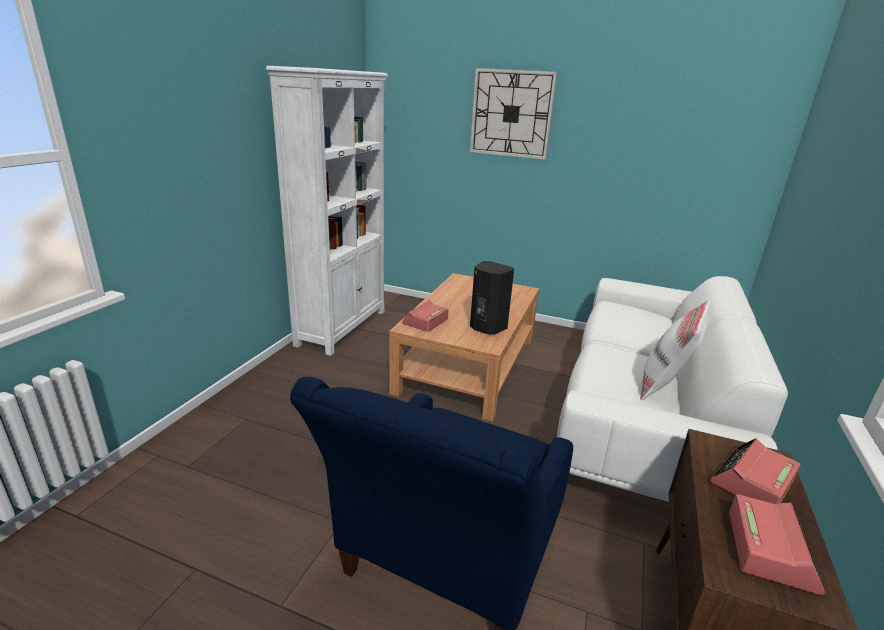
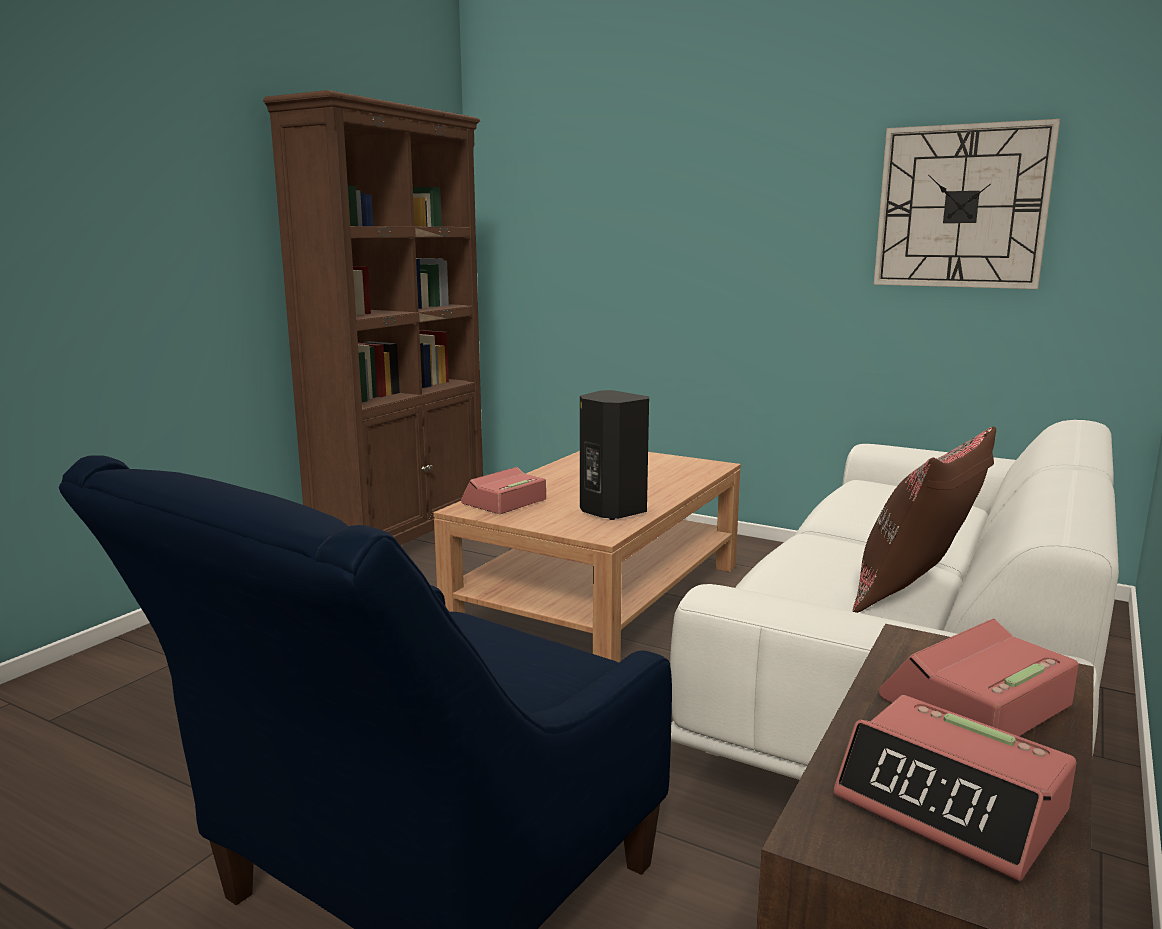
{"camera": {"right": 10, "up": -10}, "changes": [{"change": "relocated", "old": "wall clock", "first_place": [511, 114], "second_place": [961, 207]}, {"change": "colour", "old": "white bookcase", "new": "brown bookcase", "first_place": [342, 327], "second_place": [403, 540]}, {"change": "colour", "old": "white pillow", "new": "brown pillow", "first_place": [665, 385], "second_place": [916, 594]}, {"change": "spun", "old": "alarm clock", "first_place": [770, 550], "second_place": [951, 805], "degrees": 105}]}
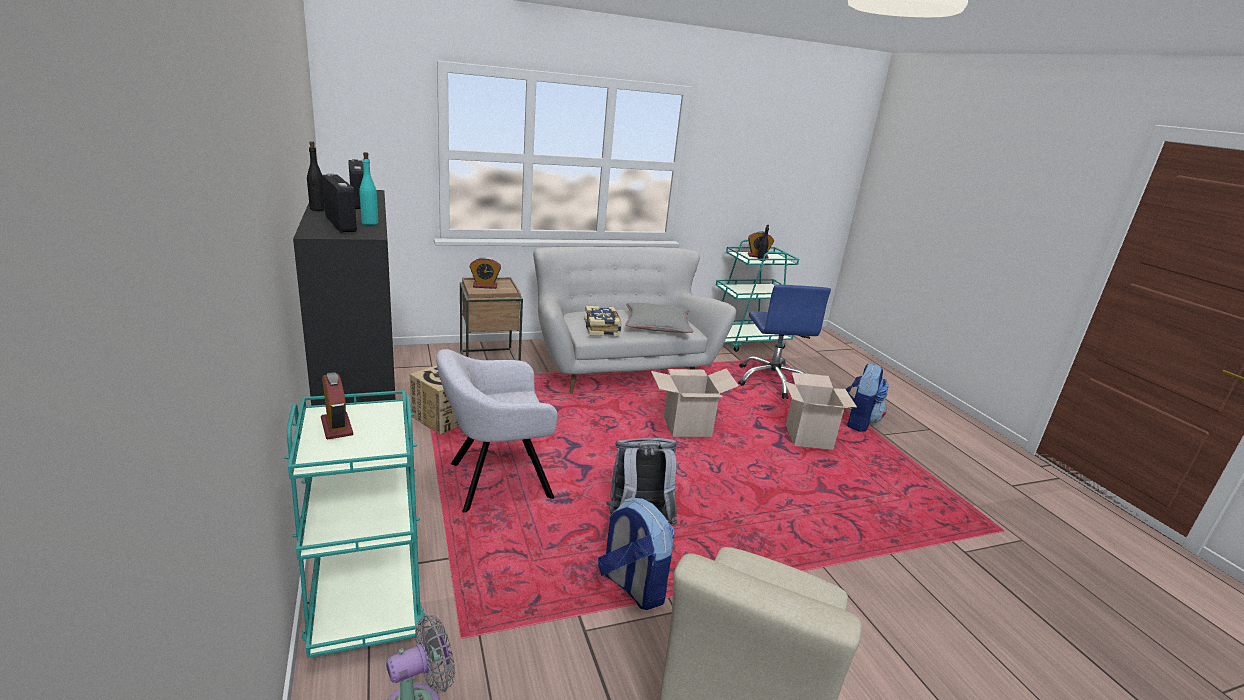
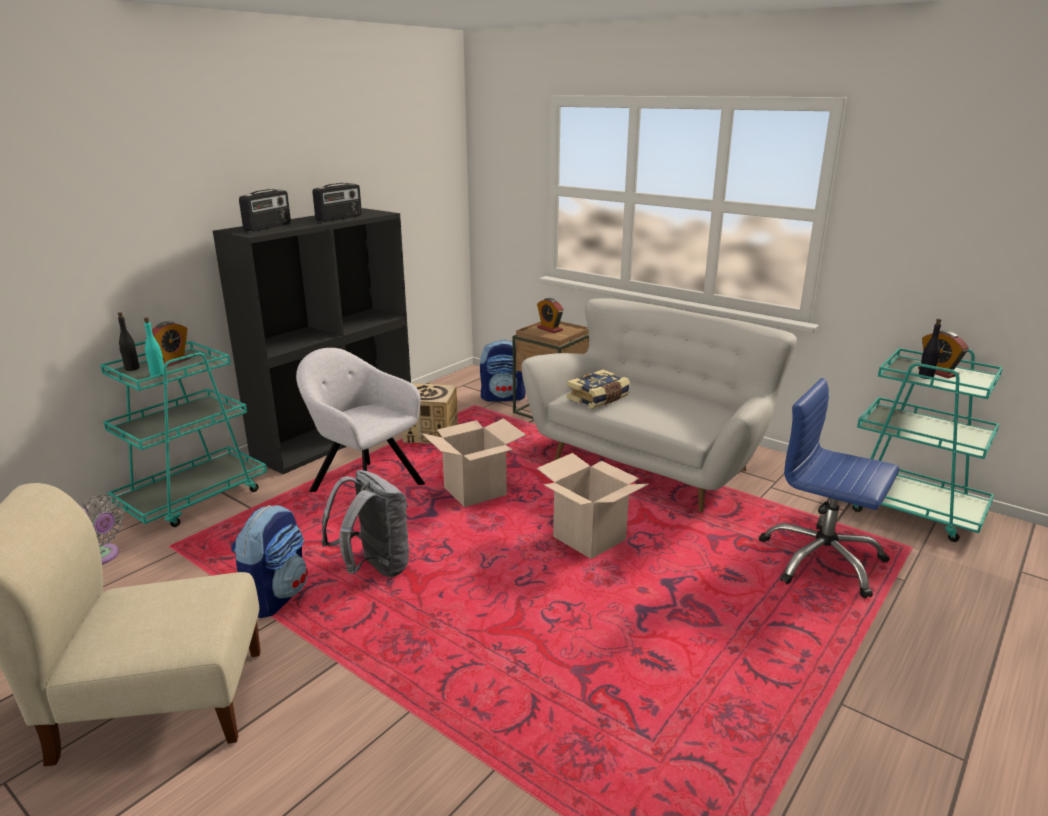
{"camera": {"right": 60, "up": 0}, "changes": [{"change": "missing", "old": "grey pillow", "first_place": [657, 325]}, {"change": "relocated", "old": "black bottle", "first_place": [318, 209], "second_place": [132, 368]}, {"change": "relocated", "old": "turquoise bottle", "first_place": [370, 223], "second_place": [158, 375]}, {"change": "relocated", "old": "cardboard box", "first_place": [808, 438], "second_place": [475, 492]}, {"change": "relocated", "old": "backpack", "first_place": [858, 421], "second_place": [503, 397]}, {"change": "spun", "old": "blue office chair", "first_place": [772, 381], "second_place": [821, 561], "degrees": 75}]}
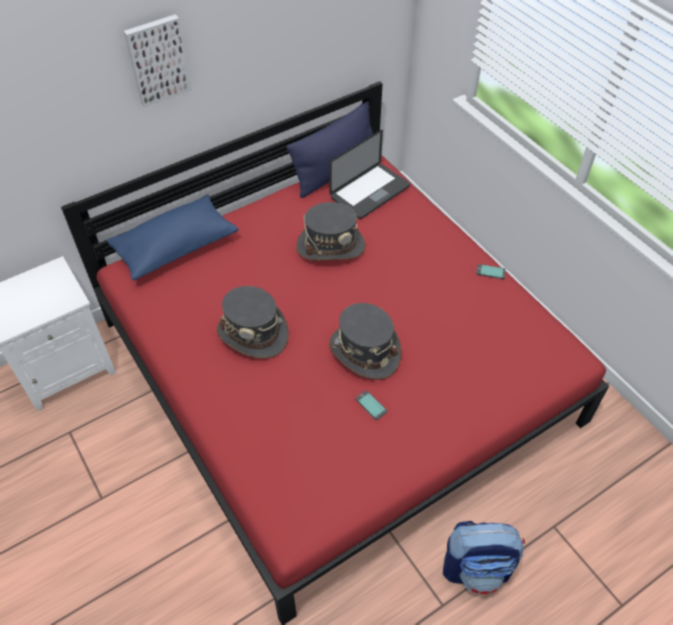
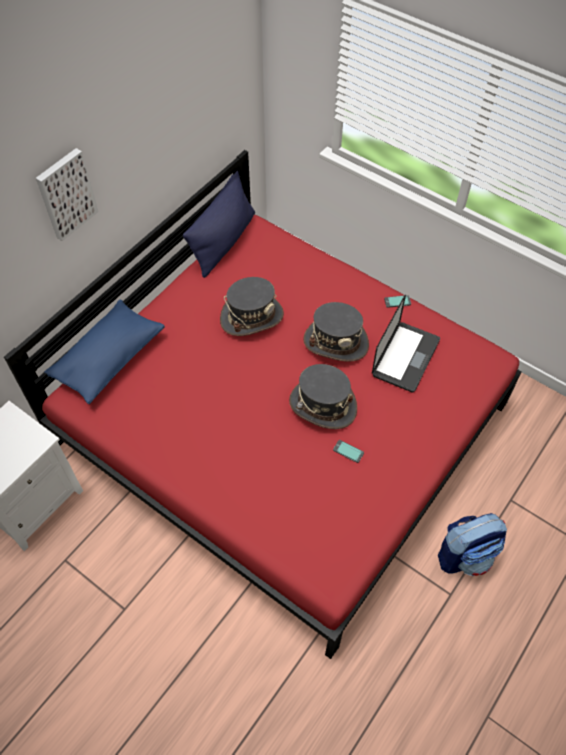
{"camera": {"right": -20, "up": 5}, "changes": [{"change": "relocated", "old": "grey hat", "first_place": [253, 333], "second_place": [336, 342]}, {"change": "relocated", "old": "laptop", "first_place": [370, 192], "second_place": [405, 357]}]}
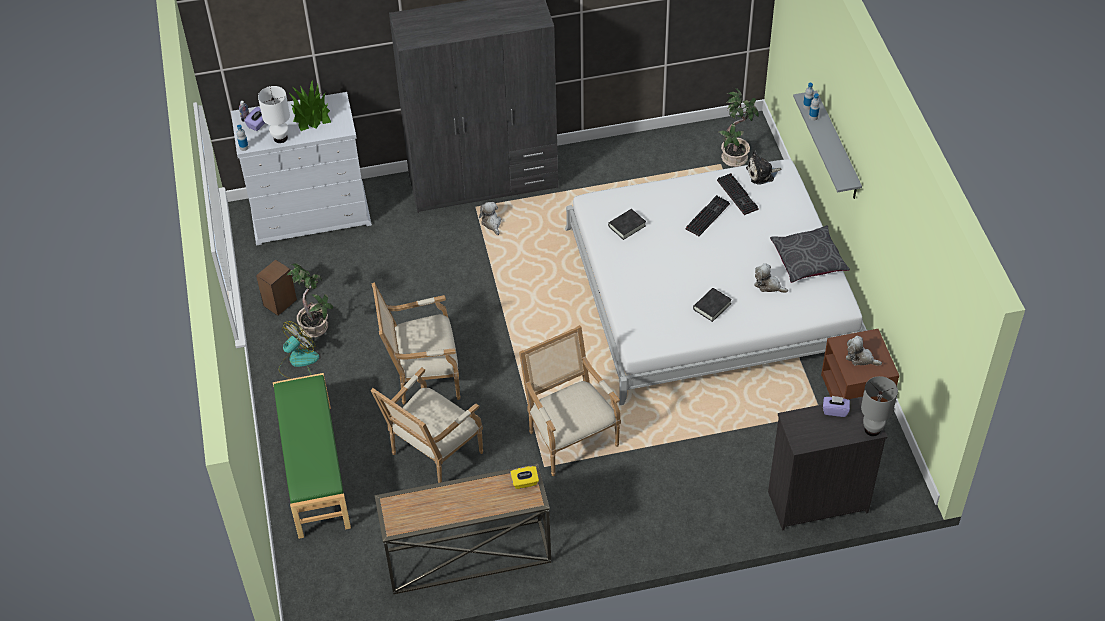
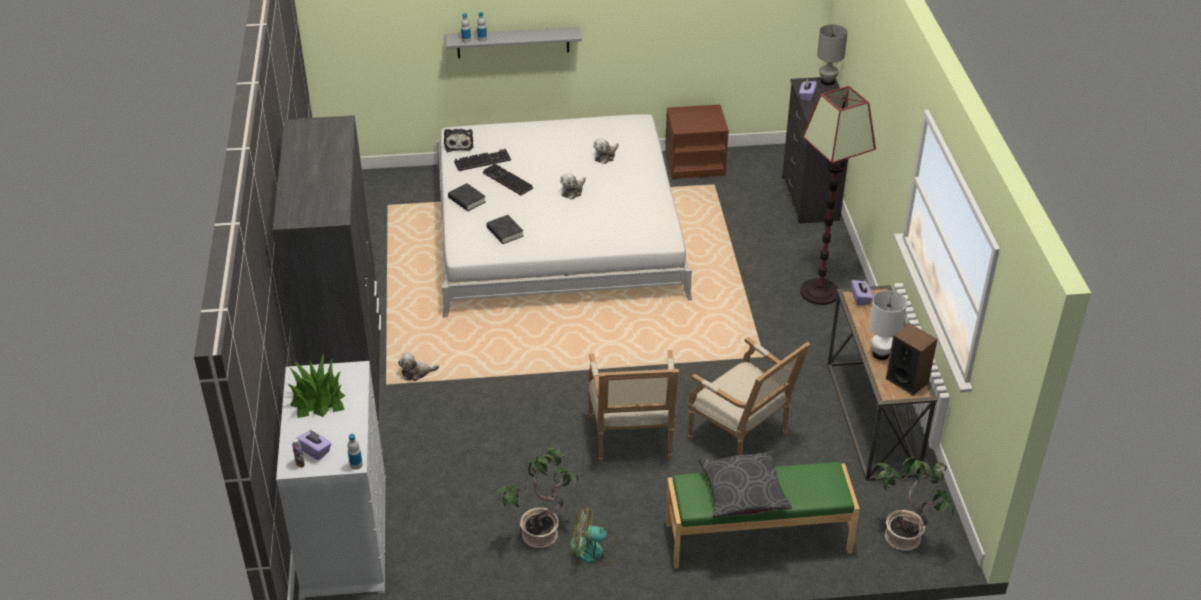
{"camera": {"right": -85, "up": -10}, "changes": [{"change": "missing", "old": "armchair", "first_place": [569, 437]}, {"change": "appeared", "new": "floor lamp", "second_place": [819, 292]}, {"change": "relocated", "old": "speaker", "first_place": [280, 302], "second_place": [907, 380]}, {"change": "relocated", "old": "white table lamp", "first_place": [280, 138], "second_place": [880, 354]}, {"change": "relocated", "old": "black book", "first_place": [712, 306], "second_place": [467, 200]}, {"change": "relocated", "old": "potted plant", "first_place": [735, 158], "second_place": [904, 536]}, {"change": "relocated", "old": "grey pillow", "first_place": [808, 260], "second_place": [743, 491]}, {"change": "relocated", "old": "plush toy", "first_place": [860, 358], "second_place": [573, 191]}, {"change": "colour", "old": "yellow tissue box", "new": "purple tissue box", "first_place": [525, 482], "second_place": [860, 298]}, {"change": "spun", "old": "fan", "first_place": [298, 362], "second_place": [594, 550], "degrees": -45}]}
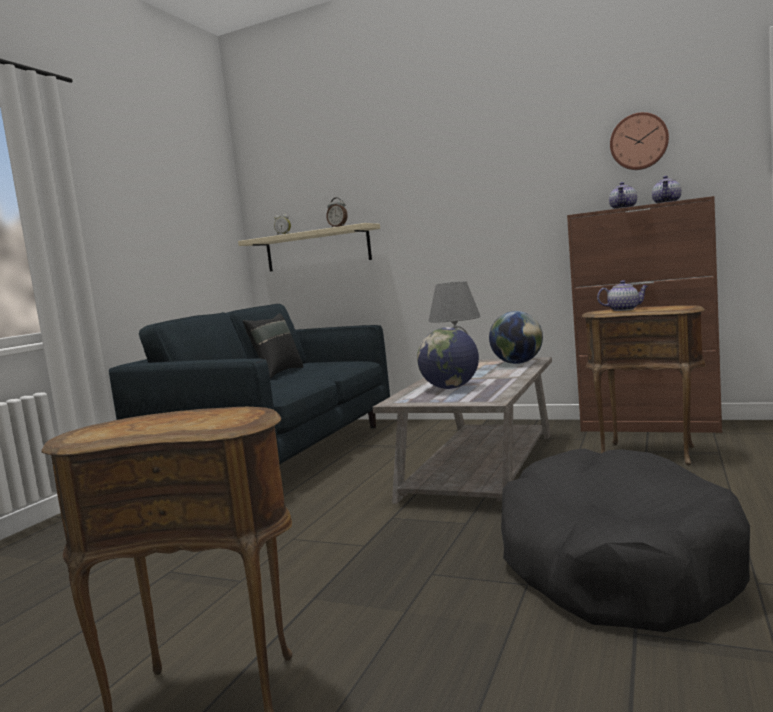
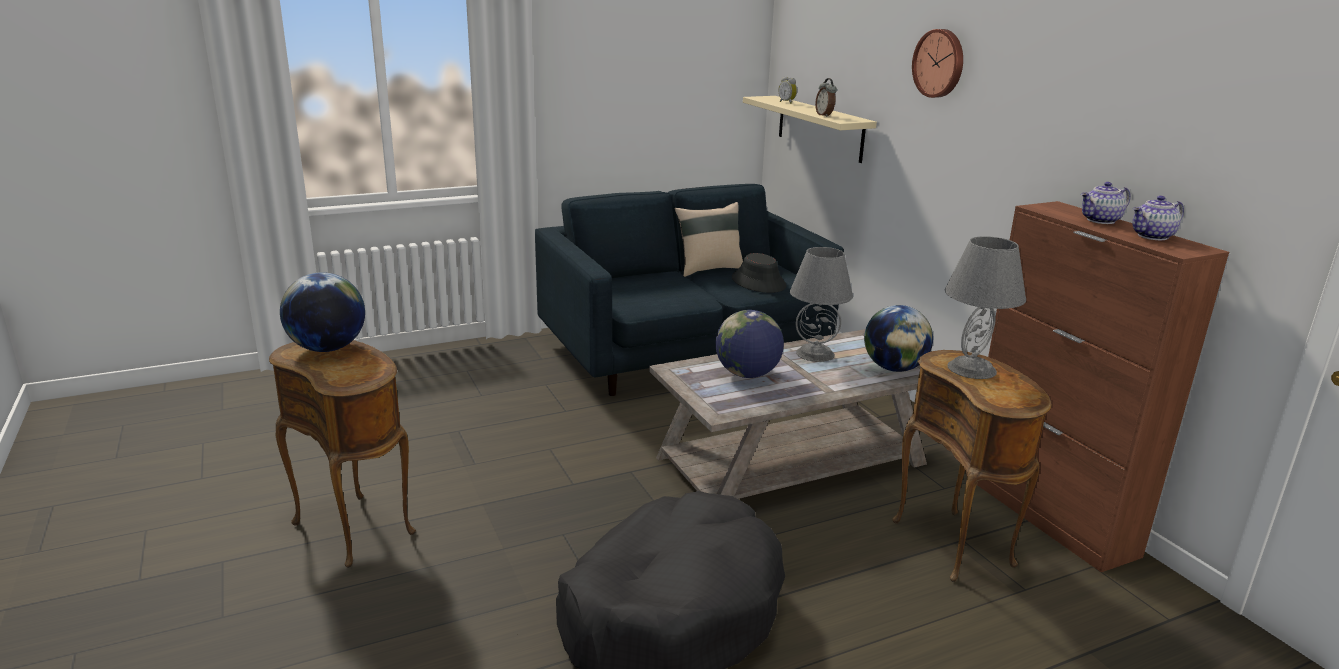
{"camera": {"right": 40, "up": 15}, "changes": [{"change": "appeared", "new": "globe", "second_place": [328, 348]}, {"change": "appeared", "new": "black hat", "second_place": [758, 282]}, {"change": "relocated", "old": "wall clock", "first_place": [639, 142], "second_place": [940, 63]}, {"change": "exchanged", "old": "teapot", "new": "grey table lamp", "first_place": [623, 309], "second_place": [971, 368]}, {"change": "colour", "old": "black pillow", "new": "beige pillow", "first_place": [277, 373], "second_place": [708, 269]}]}
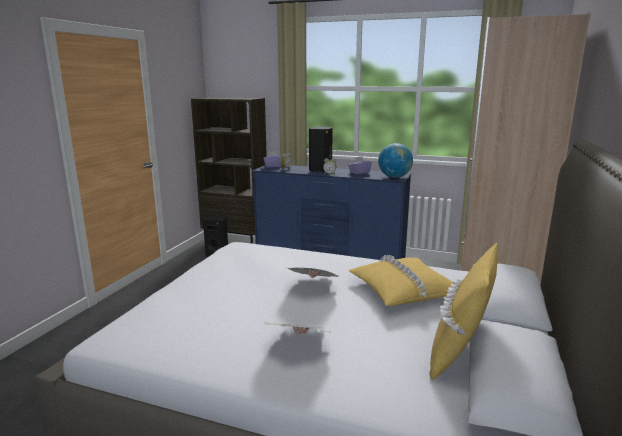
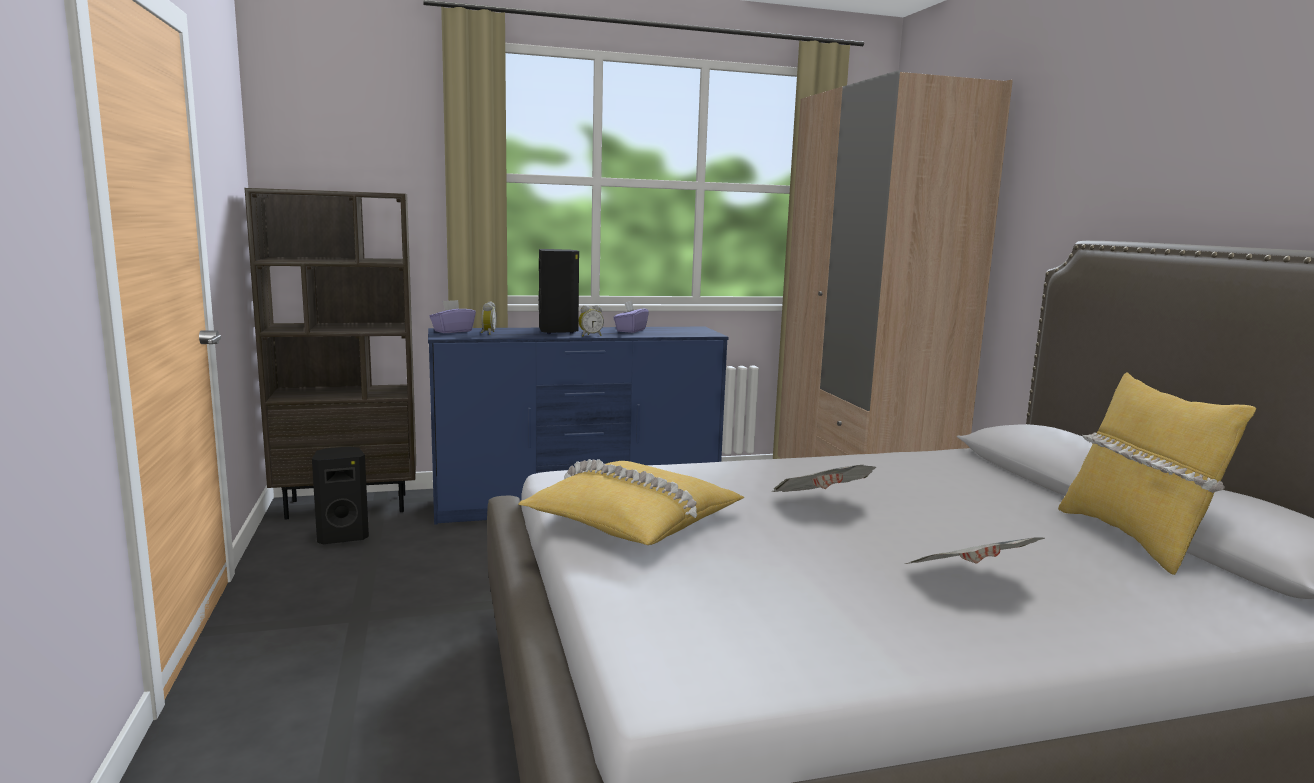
{"camera": {"right": -35, "up": -5}, "changes": [{"change": "missing", "old": "globe", "first_place": [394, 177]}, {"change": "relocated", "old": "yellow pillow", "first_place": [403, 290], "second_place": [631, 521]}]}
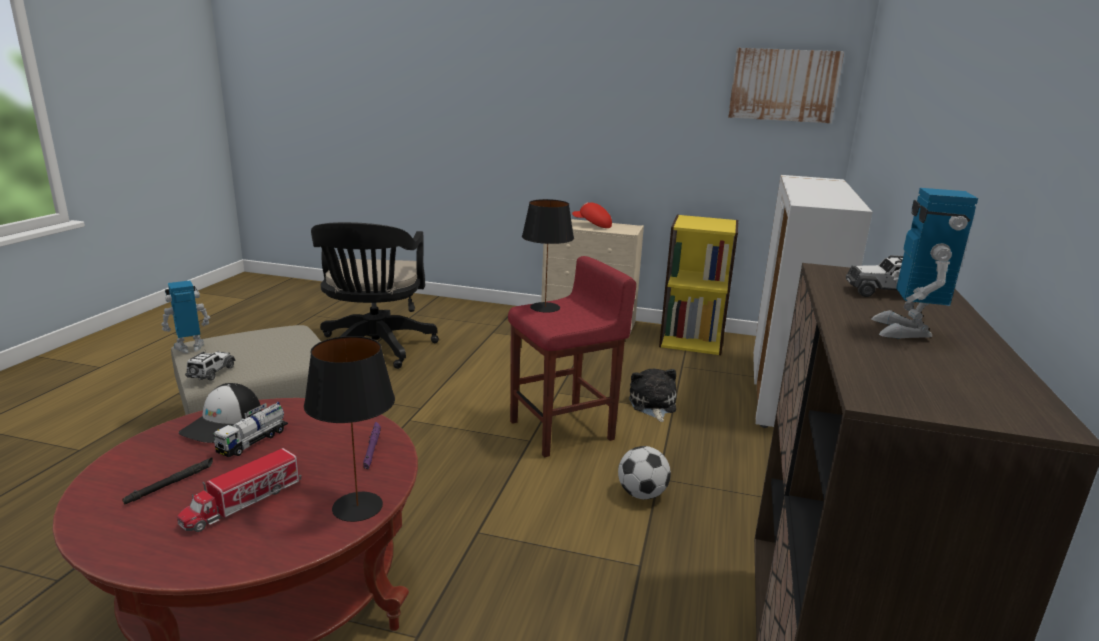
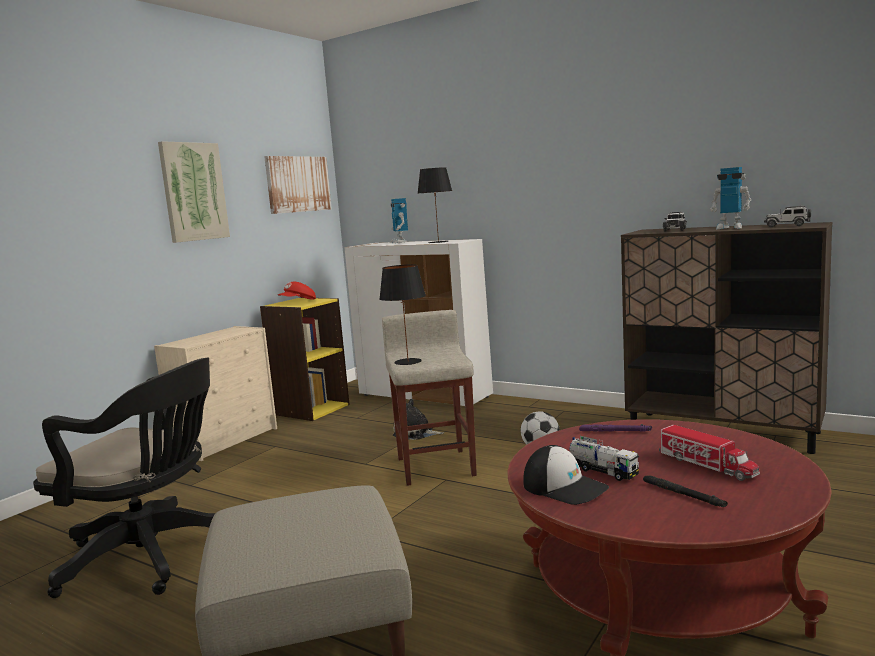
{"camera": {"right": -70, "up": -10}, "changes": [{"change": "appeared", "new": "picture", "second_place": [193, 192]}, {"change": "relocated", "old": "toy robot", "first_place": [190, 348], "second_place": [399, 242]}, {"change": "relocated", "old": "toy car", "first_place": [211, 373], "second_place": [787, 226]}, {"change": "relocated", "old": "black table lamp", "first_place": [358, 506], "second_place": [438, 242]}, {"change": "relocated", "old": "red cap", "first_place": [592, 225], "second_place": [298, 301]}, {"change": "colour", "old": "red stool", "new": "beige stool", "first_place": [563, 430], "second_place": [435, 466]}]}
